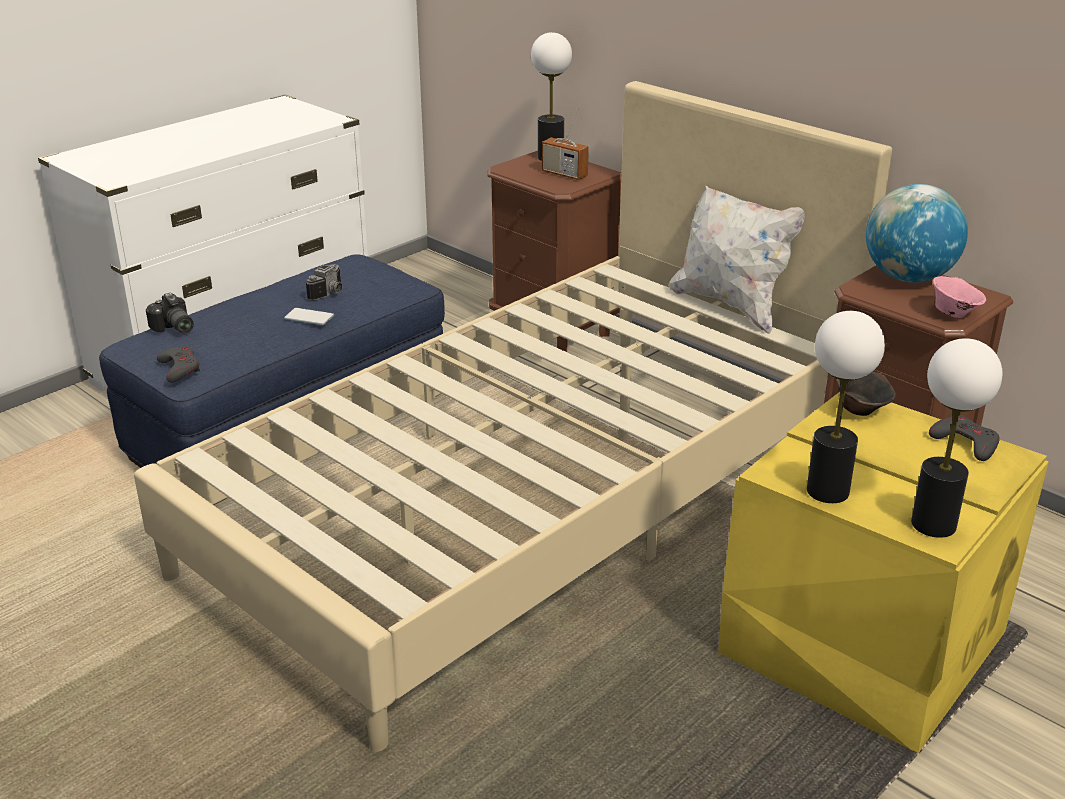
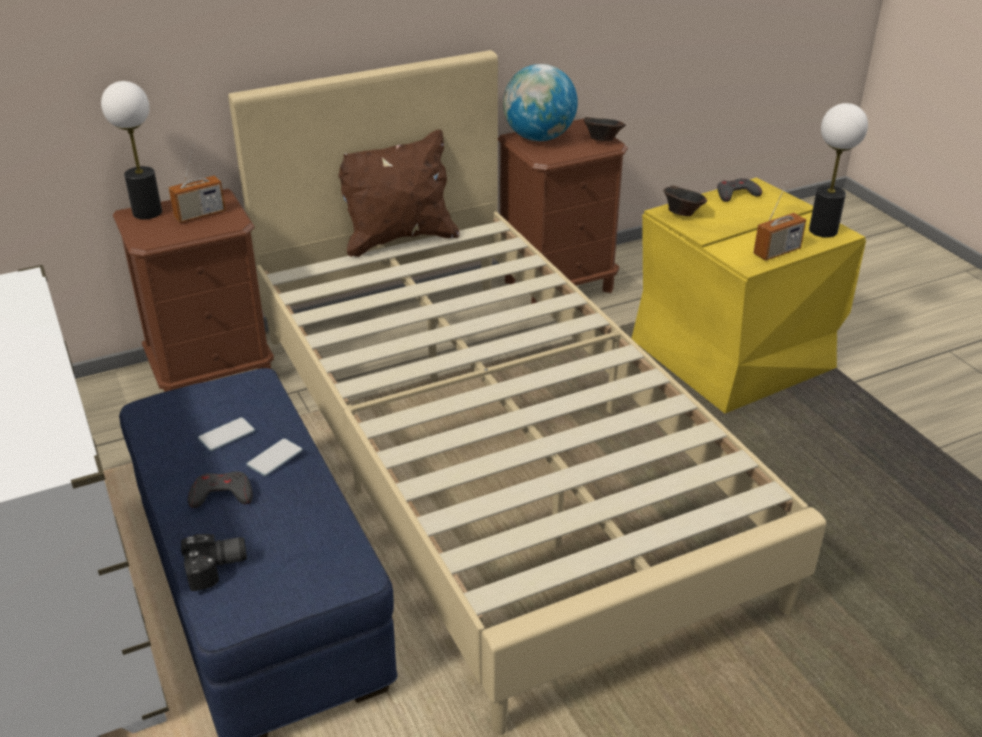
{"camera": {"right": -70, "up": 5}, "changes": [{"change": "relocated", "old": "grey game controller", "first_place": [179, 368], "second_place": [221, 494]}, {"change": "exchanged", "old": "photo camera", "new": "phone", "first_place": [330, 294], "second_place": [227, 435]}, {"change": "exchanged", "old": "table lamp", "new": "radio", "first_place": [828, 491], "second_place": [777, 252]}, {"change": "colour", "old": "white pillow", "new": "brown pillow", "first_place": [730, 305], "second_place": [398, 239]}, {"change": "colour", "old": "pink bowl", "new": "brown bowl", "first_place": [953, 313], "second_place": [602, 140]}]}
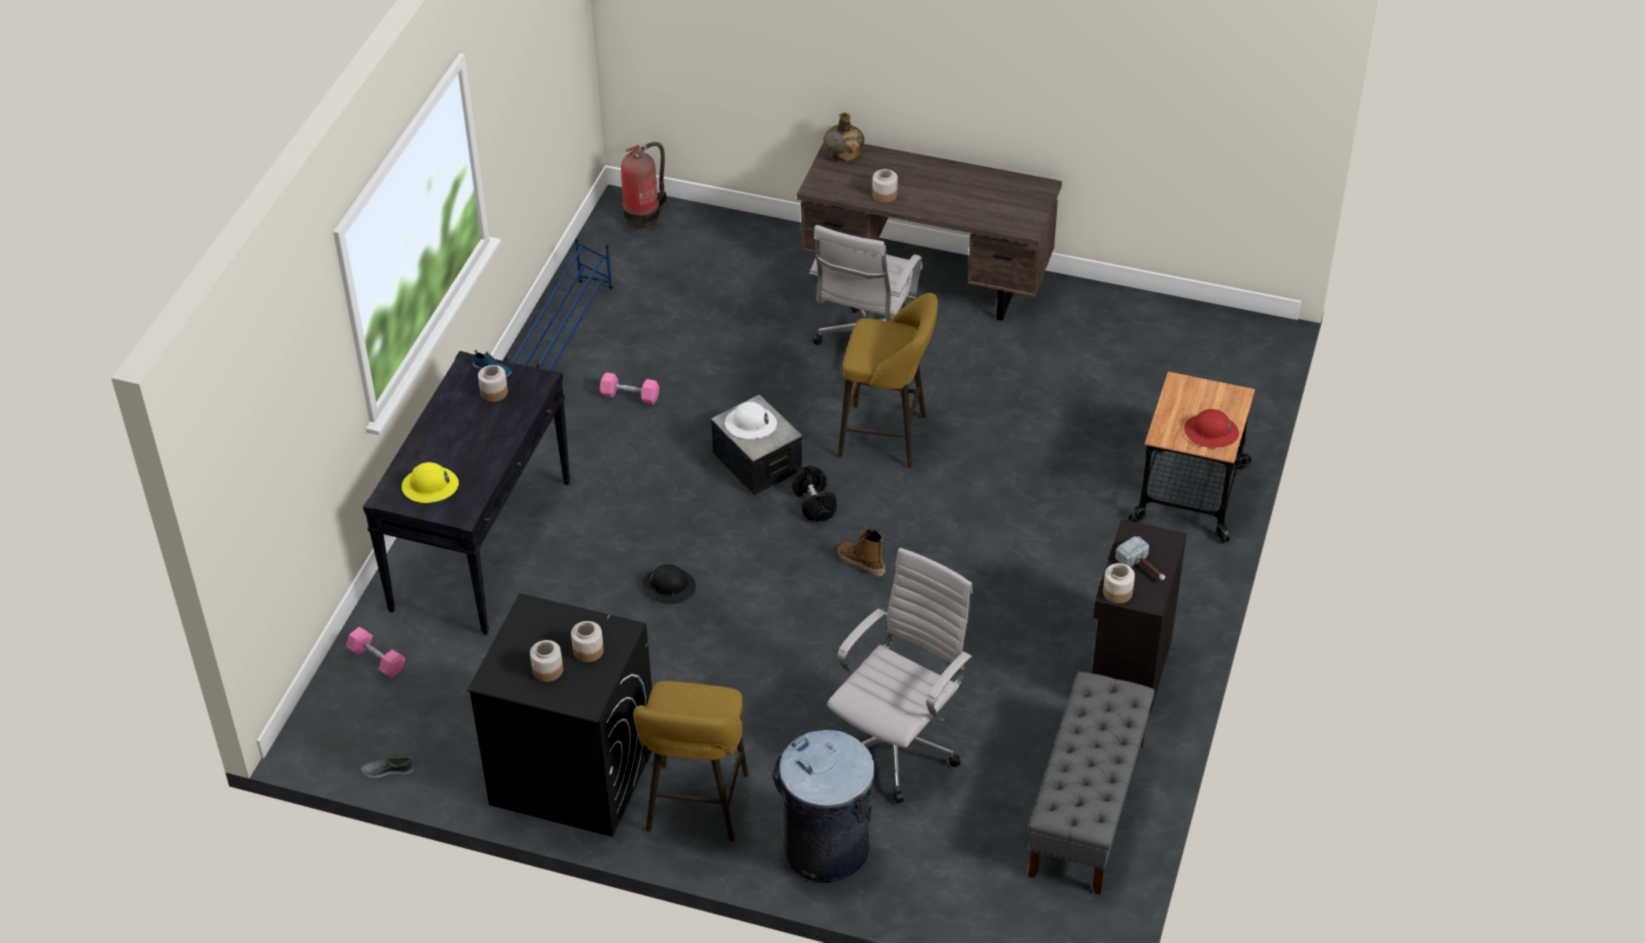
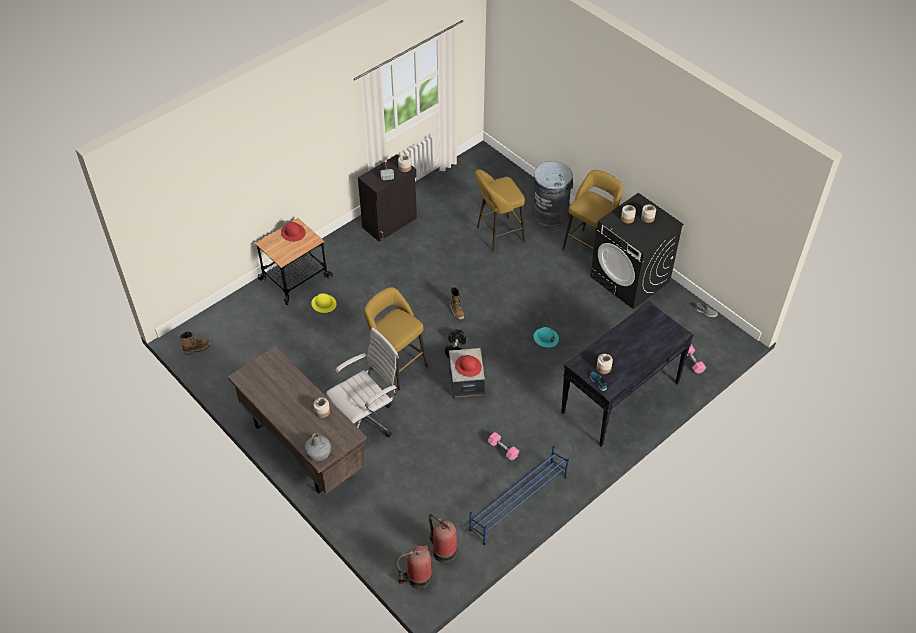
{"camera": {"right": -150, "up": 5}, "changes": [{"change": "missing", "old": "grey bench", "first_place": [1087, 809]}, {"change": "appeared", "new": "boot", "second_place": [197, 348]}, {"change": "appeared", "new": "fire extinguisher", "second_place": [443, 550]}, {"change": "relocated", "old": "yellow hard hat", "first_place": [430, 486], "second_place": [324, 304]}, {"change": "exchanged", "old": "white office chair", "new": "yellow stool", "first_place": [899, 746], "second_place": [497, 235]}, {"change": "colour", "old": "black hard hat", "new": "turquoise hard hat", "first_place": [669, 586], "second_place": [546, 338]}, {"change": "colour", "old": "white hard hat", "new": "red hard hat", "first_place": [751, 424], "second_place": [468, 366]}, {"change": "colour", "old": "green bottle", "new": "grey bottle", "first_place": [843, 153], "second_place": [319, 453]}]}
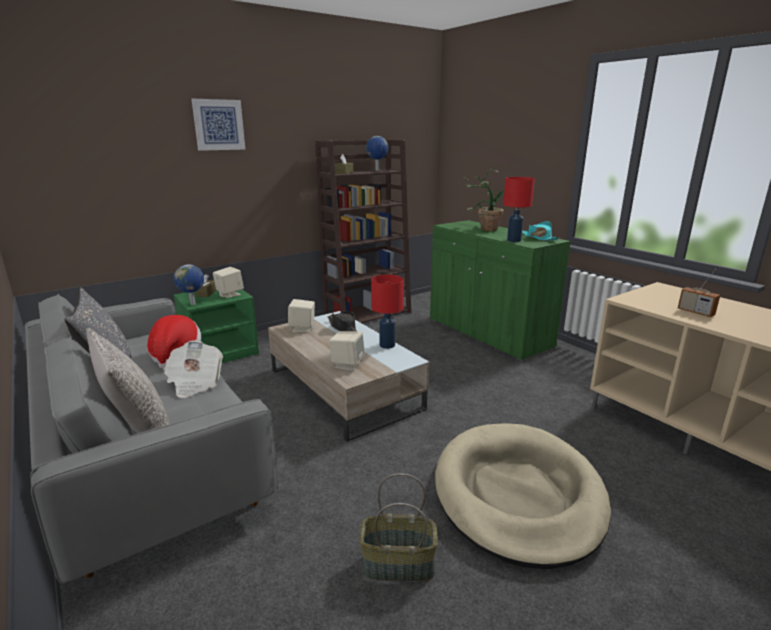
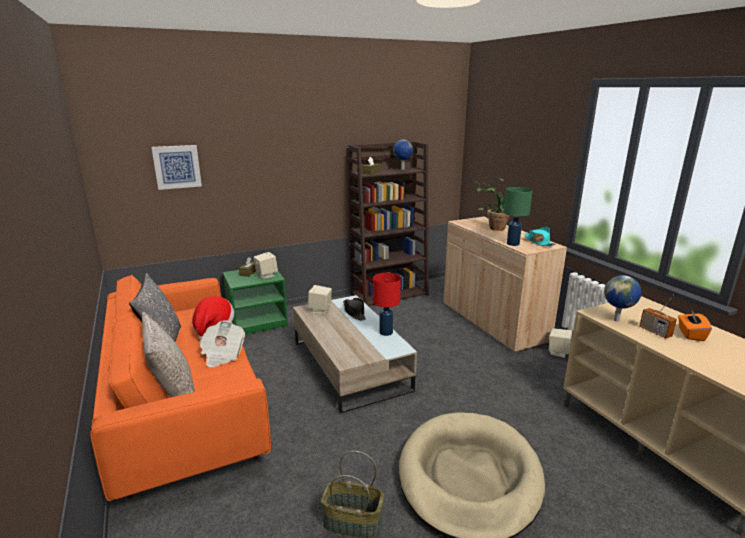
{"camera": {"right": 10, "up": 0}, "changes": [{"change": "appeared", "new": "orange tissue box", "second_place": [690, 334]}, {"change": "relocated", "old": "globe", "first_place": [193, 304], "second_place": [617, 320]}, {"change": "relocated", "old": "picture", "first_place": [218, 125], "second_place": [177, 167]}, {"change": "relocated", "old": "beige speaker", "first_place": [347, 364], "second_place": [558, 352]}, {"change": "colour", "old": "grey sofa", "new": "orange sofa", "first_place": [147, 452], "second_place": [185, 404]}, {"change": "colour", "old": "green cabinet", "new": "beige cabinet", "first_place": [488, 333], "second_place": [493, 322]}, {"change": "colour", "old": "red table lamp", "new": "green table lamp", "first_place": [514, 240], "second_place": [513, 244]}]}
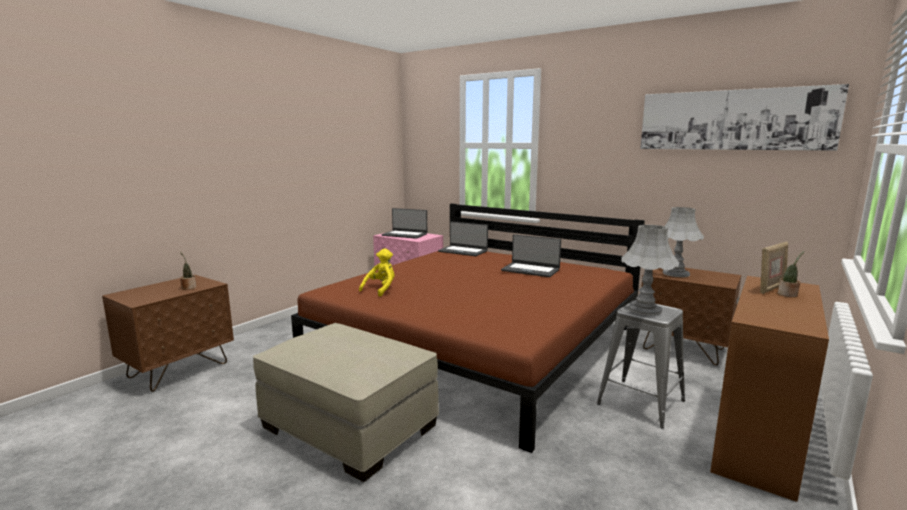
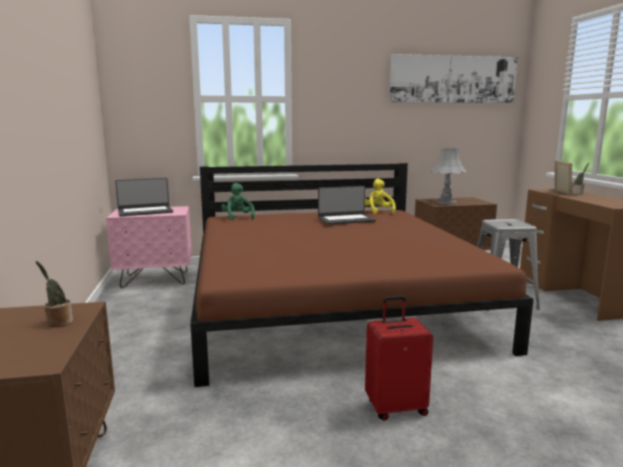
{"camera": {"right": -45, "up": 0}, "changes": [{"change": "missing", "old": "grey table lamp", "first_place": [644, 309]}, {"change": "relocated", "old": "yellow plush toy", "first_place": [381, 289], "second_place": [378, 212]}, {"change": "exchanged", "old": "beige ottoman", "new": "red suitcase", "first_place": [350, 426], "second_place": [395, 407]}, {"change": "exchanged", "old": "laptop", "new": "green plush toy", "first_place": [463, 251], "second_place": [238, 217]}]}
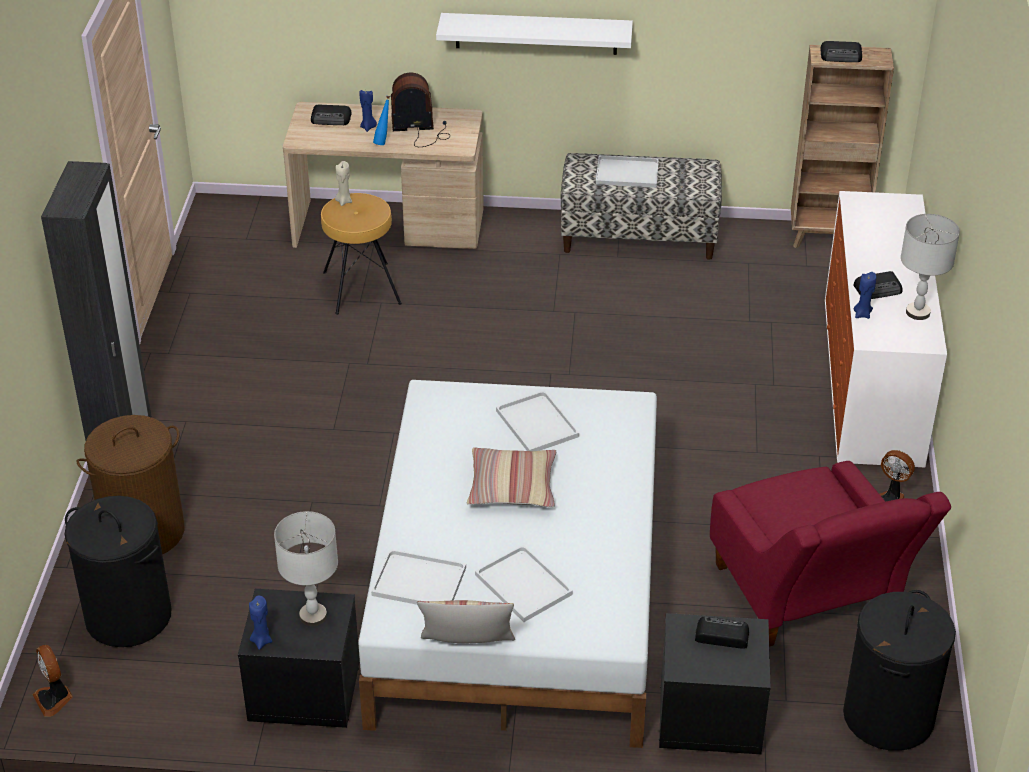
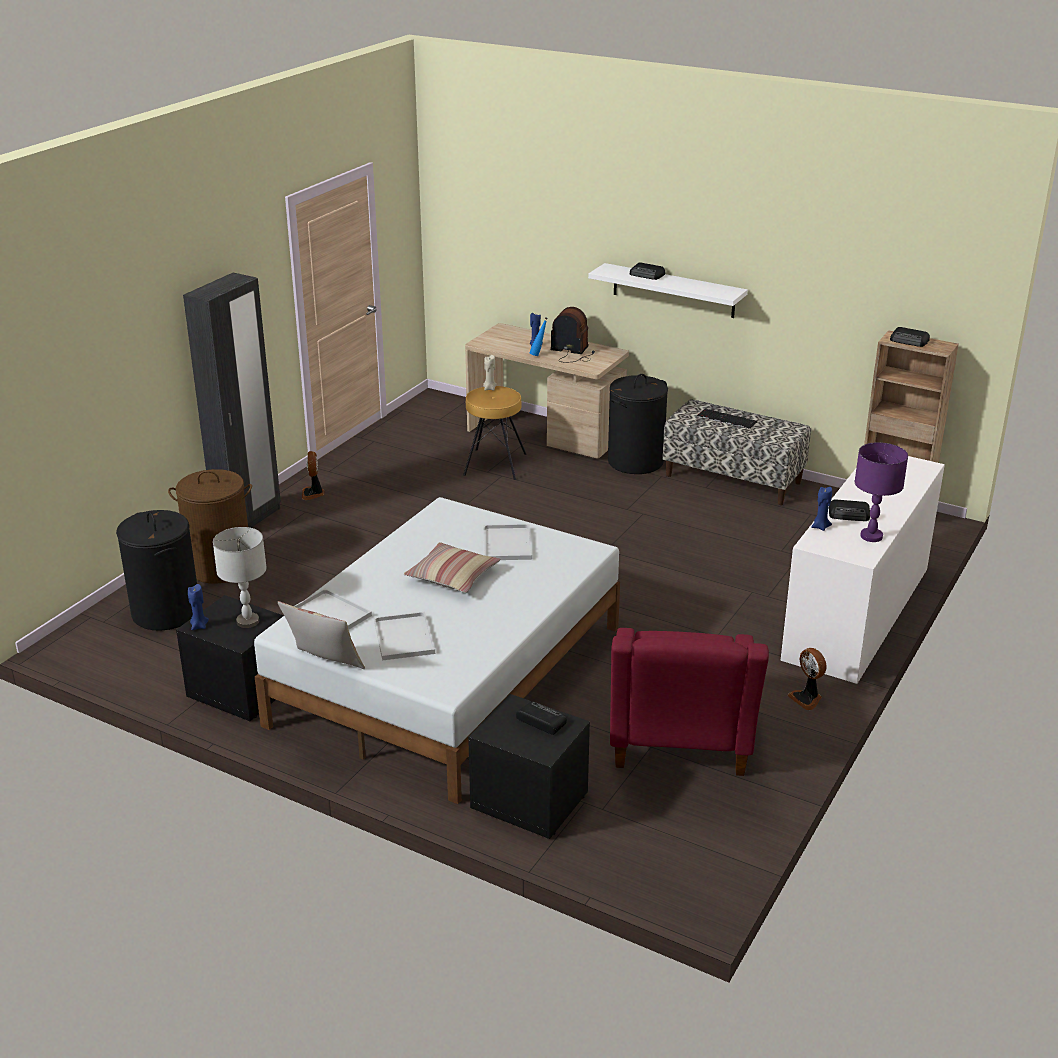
{"camera": {"right": 25, "up": -10}, "changes": [{"change": "relocated", "old": "fan", "first_place": [54, 699], "second_place": [313, 493]}, {"change": "relocated", "old": "radio", "first_place": [331, 119], "second_place": [647, 275]}, {"change": "relocated", "old": "black laundry basket", "first_place": [888, 716], "second_place": [635, 462]}, {"change": "exchanged", "old": "white tray", "new": "keyboard", "first_place": [625, 173], "second_place": [725, 419]}, {"change": "colour", "old": "grey table lamp", "new": "purple table lamp", "first_place": [918, 312], "second_place": [871, 536]}]}
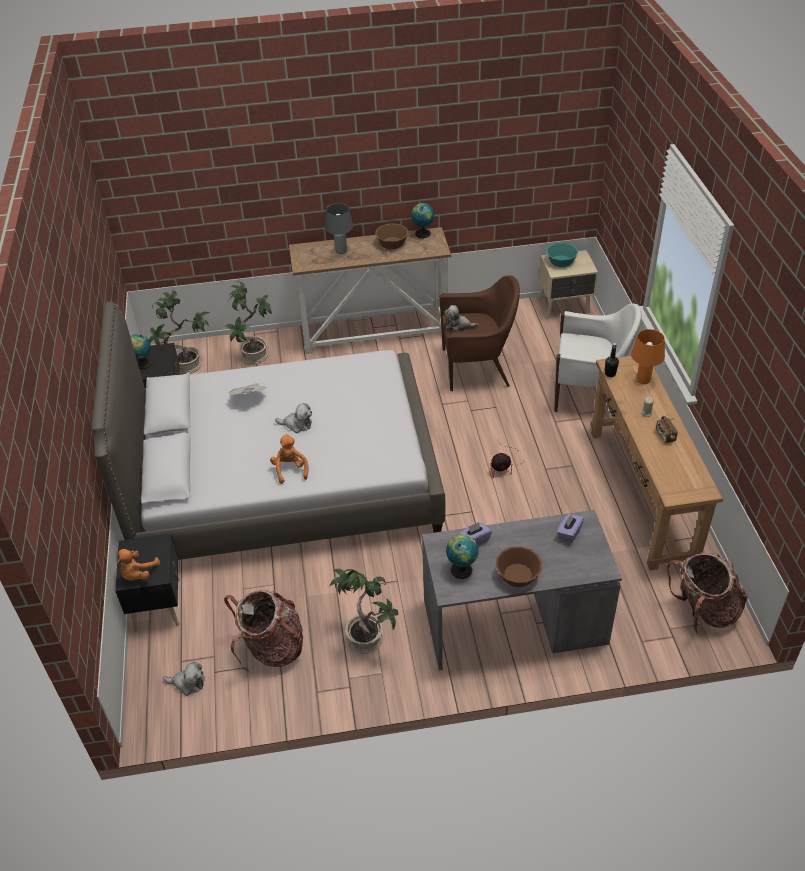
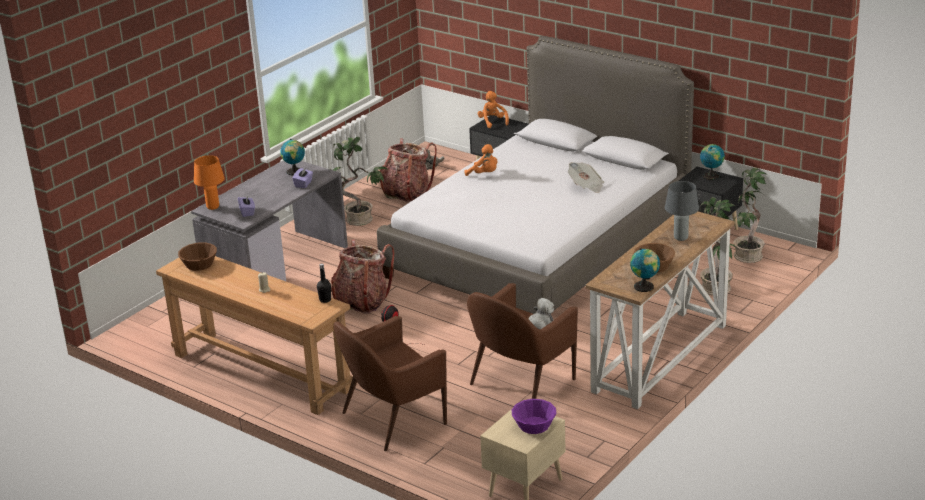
{"camera": {"right": 135, "up": -15}, "changes": [{"change": "missing", "old": "plush toy", "first_place": [297, 424]}, {"change": "missing", "old": "radio", "first_place": [665, 436]}, {"change": "relocated", "old": "brown bowl", "first_place": [517, 575], "second_place": [199, 264]}, {"change": "relocated", "old": "orange table lamp", "first_place": [642, 380], "second_place": [213, 207]}, {"change": "relocated", "old": "backpack", "first_place": [704, 610], "second_place": [362, 302]}, {"change": "colour", "old": "turquoise bowl", "new": "purple bowl", "first_place": [561, 261], "second_place": [534, 425]}, {"change": "colour", "old": "white armchair", "new": "brown armchair", "first_place": [589, 392], "second_place": [392, 419]}]}
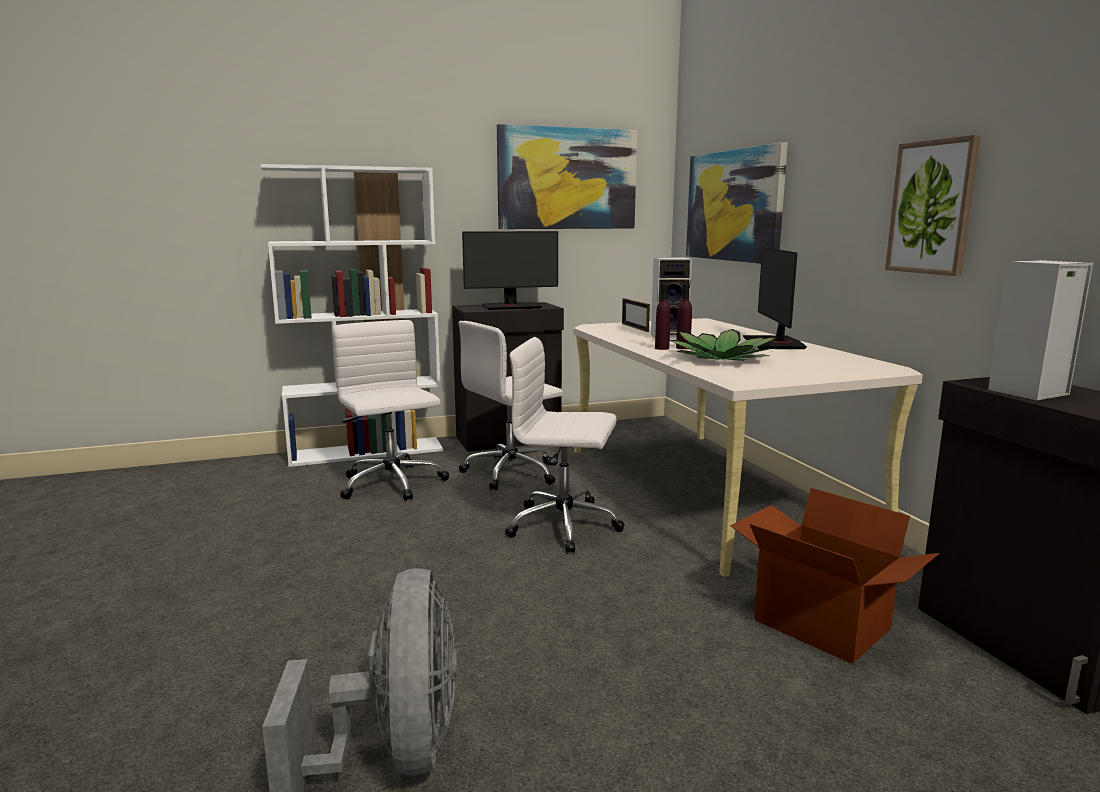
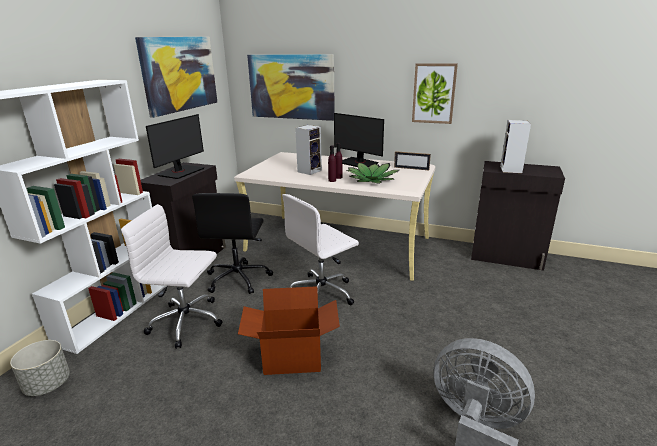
{"camera": {"right": -50, "up": 10}, "changes": [{"change": "appeared", "new": "grey planter", "second_place": [48, 384]}, {"change": "relocated", "old": "picture frame", "first_place": [635, 327], "second_place": [411, 168]}, {"change": "relocated", "old": "cardboard box", "first_place": [820, 625], "second_place": [292, 358]}, {"change": "colour", "old": "white office chair", "new": "black office chair", "first_place": [512, 472], "second_place": [238, 278]}]}
